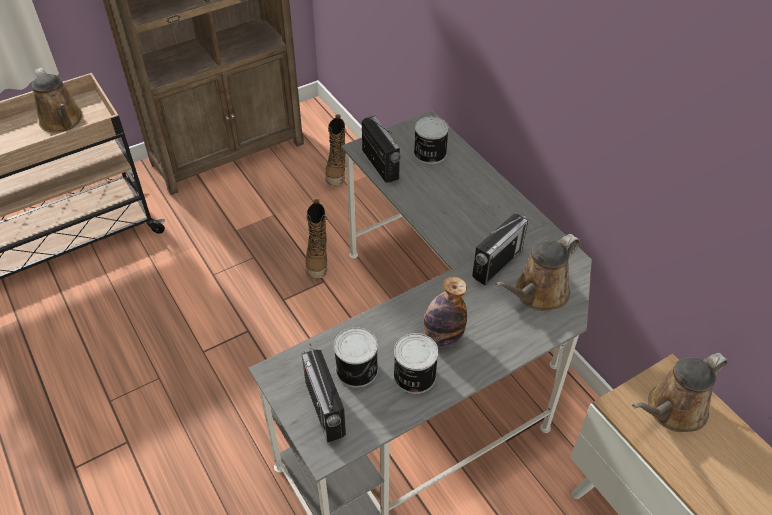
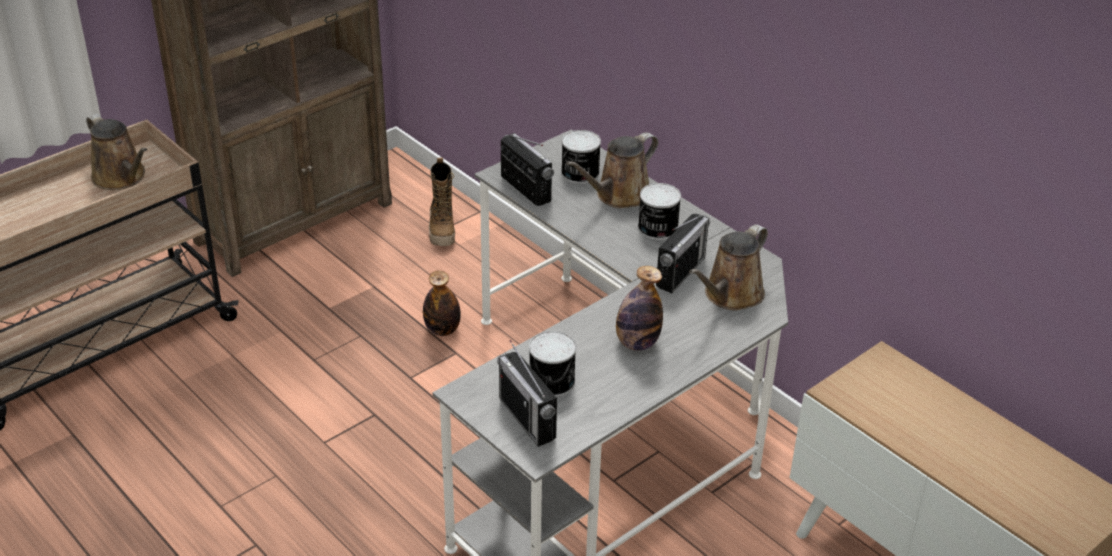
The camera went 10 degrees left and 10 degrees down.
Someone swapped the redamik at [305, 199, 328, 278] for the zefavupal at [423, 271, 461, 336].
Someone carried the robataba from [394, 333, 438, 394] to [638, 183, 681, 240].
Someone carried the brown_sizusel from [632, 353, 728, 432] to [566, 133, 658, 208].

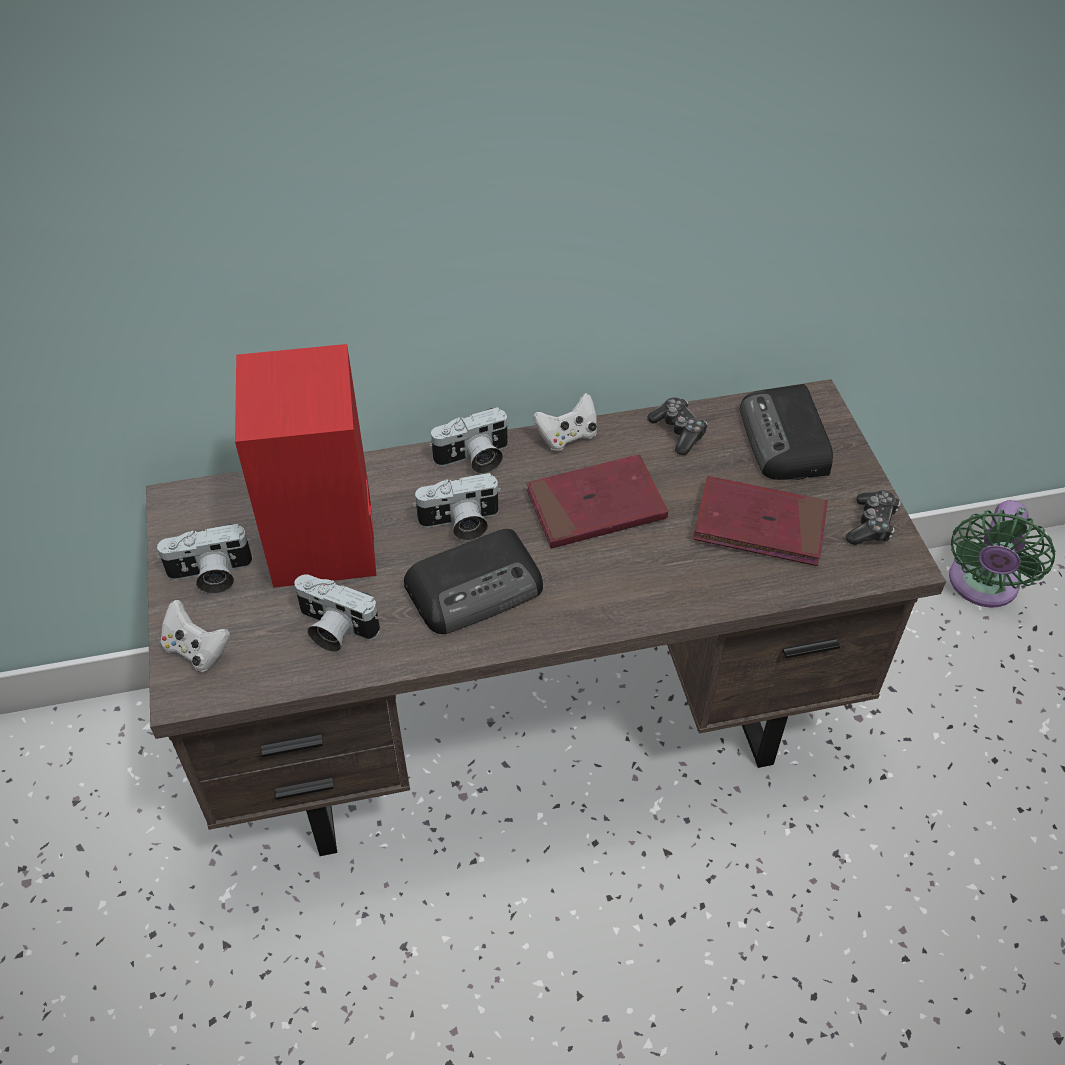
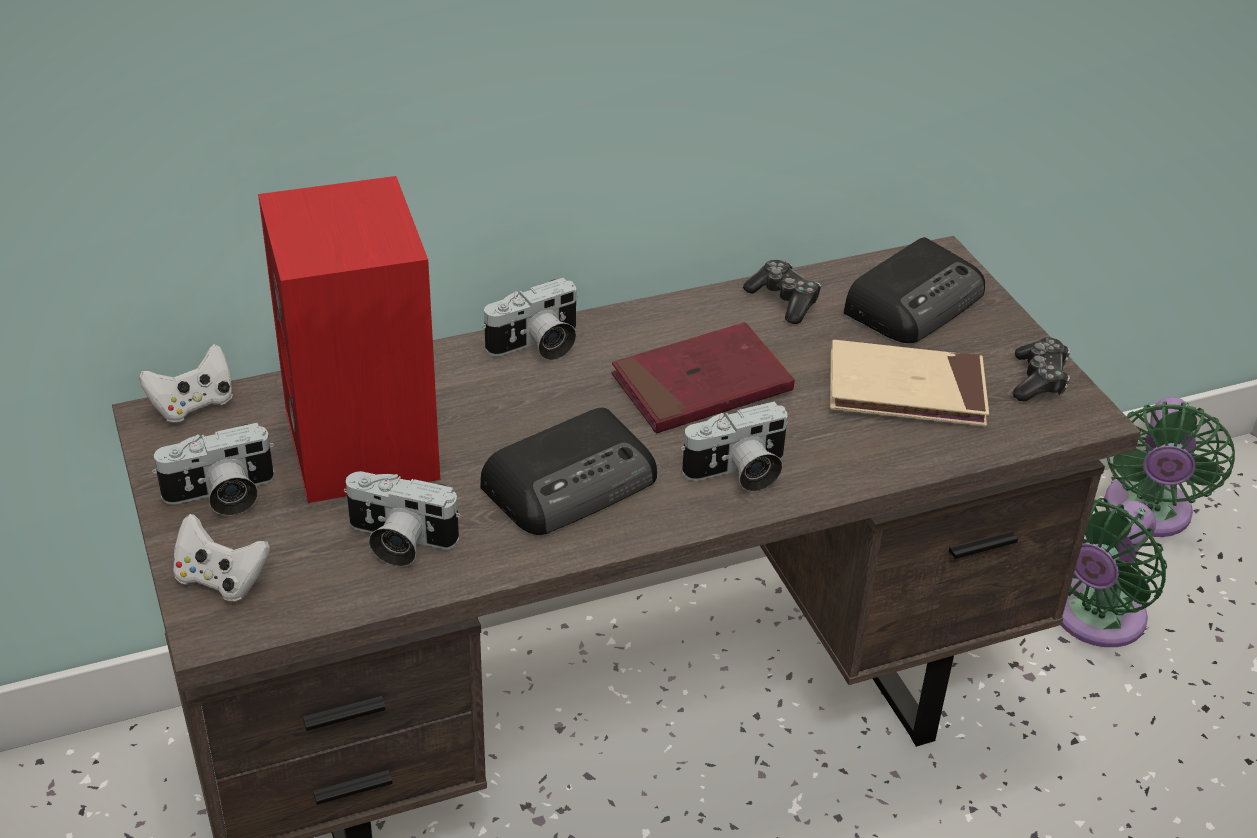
The camera went 10 degrees left and 10 degrees down.
Someone carried the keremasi from [413, 473, 501, 541] to [681, 401, 788, 492].
Someone carried the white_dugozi from [533, 393, 597, 451] to [139, 344, 233, 423].
Someone repainted the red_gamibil at [693, 476, 828, 566], which became the beige_gamibil at [830, 340, 989, 427].
Someone rotated the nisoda at [740, 384, 833, 480] by 120 degrees counterclockwise.
Someone put down the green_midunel at [1061, 498, 1167, 647].

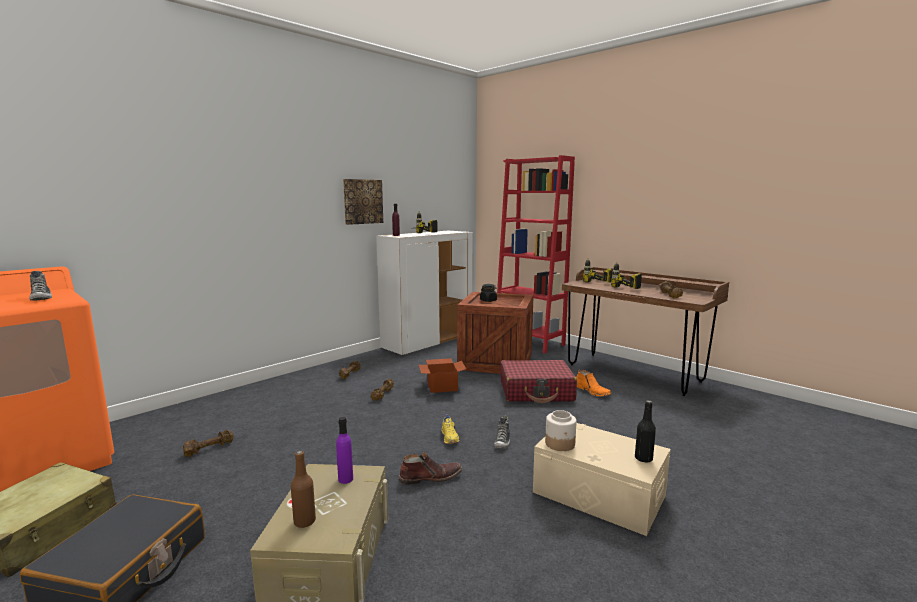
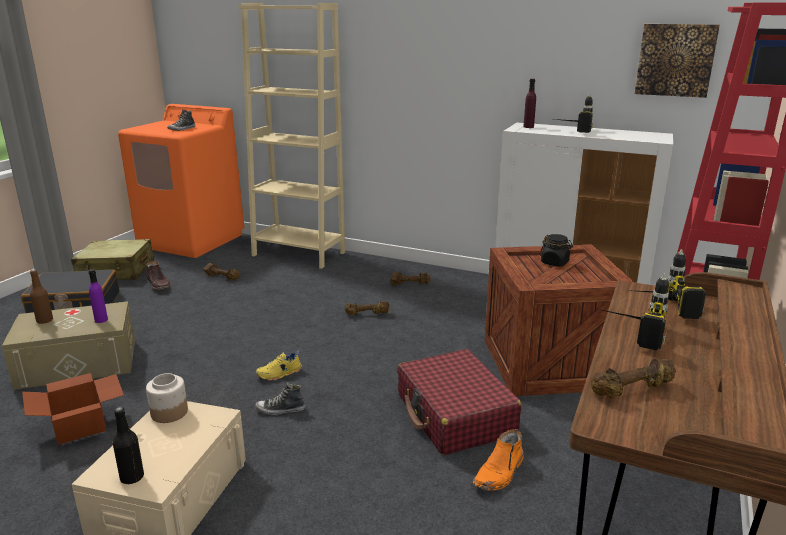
The camera went 70 degrees right and 10 degrees up.
Someone carried the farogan from [343, 179, 383, 225] to [635, 24, 720, 98].
Someone carried the brown_redamik from [399, 453, 463, 485] to [147, 261, 171, 290].
Someone carried the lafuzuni from [419, 358, 466, 393] to [22, 373, 124, 445].
Someone put down the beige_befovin at [238, 3, 345, 269].

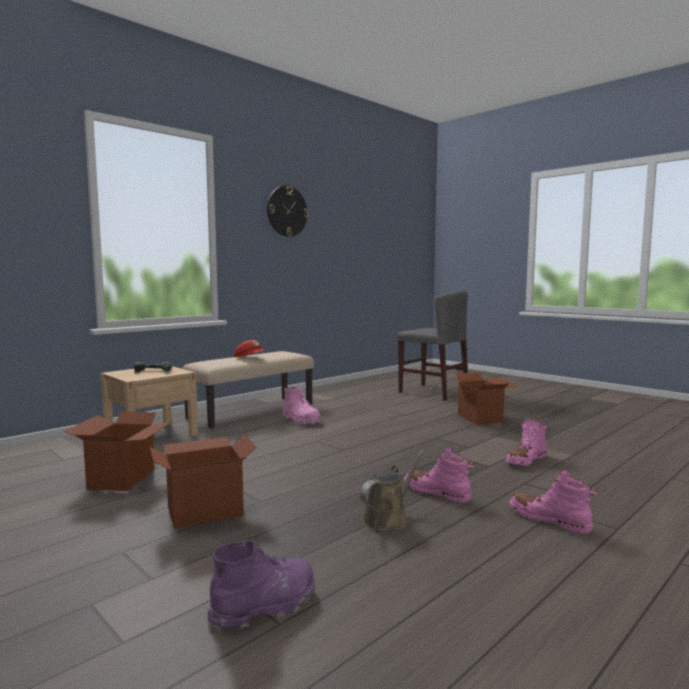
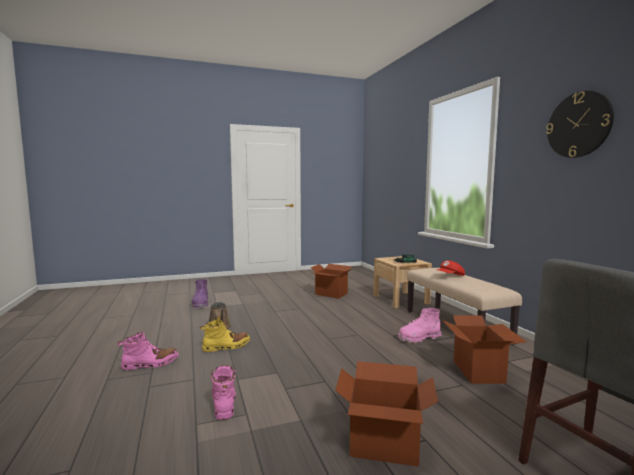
The camera went 115 degrees right and 0 degrees up.
Someone carried the lafuzuni from [150, 435, 257, 528] to [442, 315, 526, 384].
Someone repainted the pink_redamik at [404, 447, 475, 503], which became the yellow_redamik at [200, 317, 250, 352].

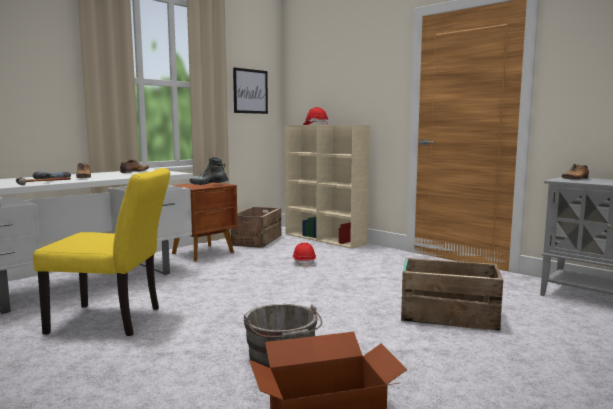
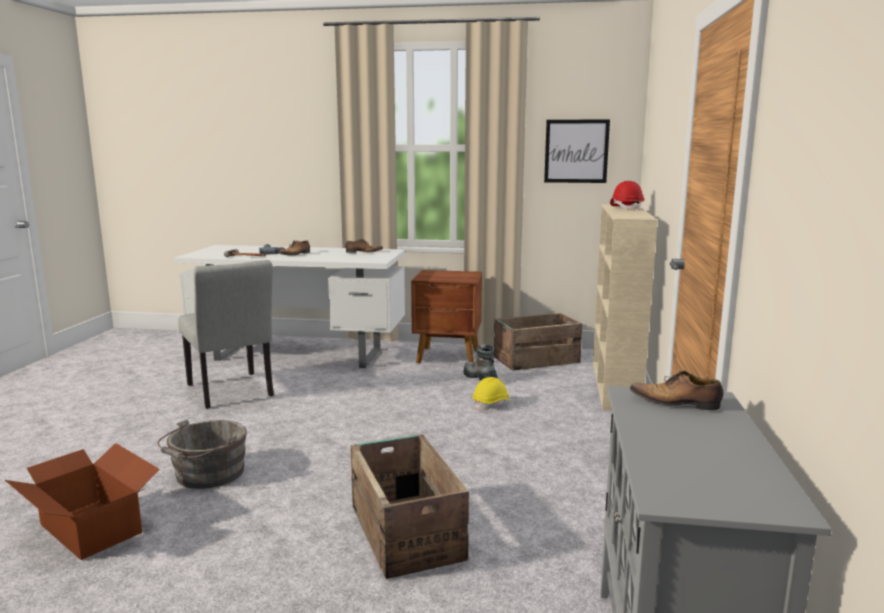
The camera went 55 degrees right and 5 degrees up.
Someone repainted the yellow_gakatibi at [33, 168, 170, 336], which became the grey_gakatibi at [178, 260, 274, 409].
Someone carried the redamik from [190, 157, 229, 185] to [464, 345, 498, 380].
Someone repainted the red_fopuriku at [292, 243, 316, 267], which became the yellow_fopuriku at [473, 377, 511, 411].

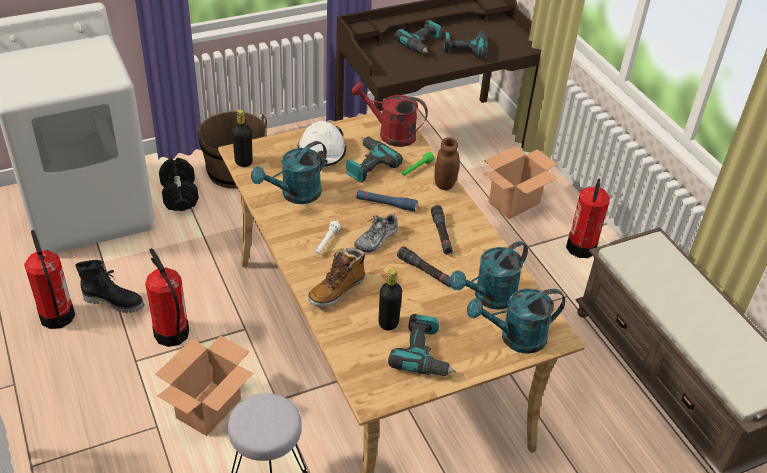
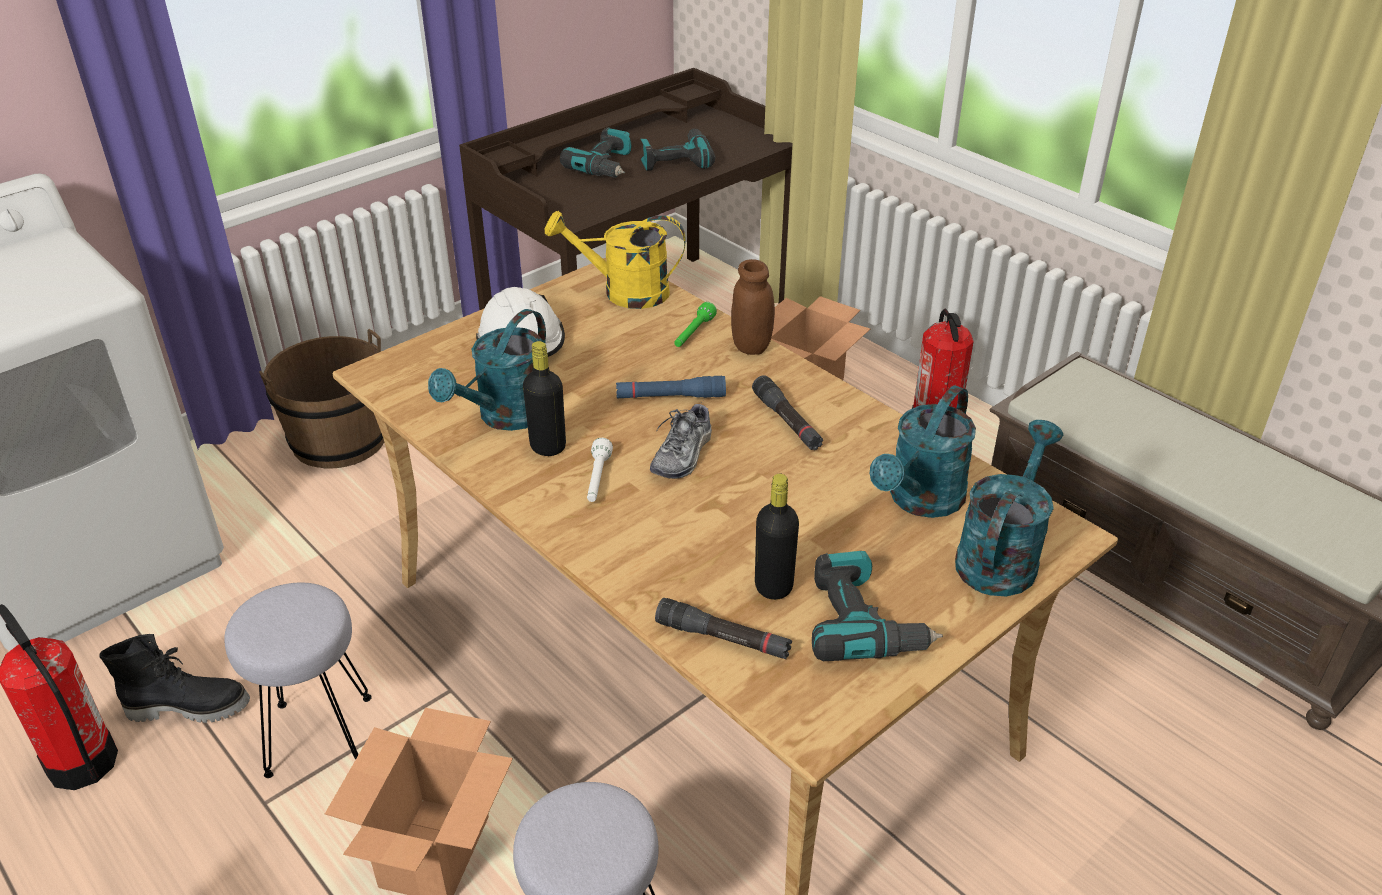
The camera went 15 degrees left and 5 degrees down.
Someone swapped the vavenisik at [145, 248, 189, 347] for the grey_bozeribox at [224, 583, 372, 778].
Someone took away the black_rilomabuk at [159, 158, 199, 211].
Someone carried the black_zefavupal from [232, 109, 253, 167] to [523, 341, 566, 456].
Someone took away the redamik at [308, 248, 365, 307].
Someone took away the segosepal at [346, 137, 403, 183].
Someone repainted the red_sizusel at [351, 82, 428, 147], which became the yellow_sizusel at [545, 211, 686, 309].
Someone carried the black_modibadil from [397, 246, 451, 287] to [655, 598, 792, 659].
Someone rotated the turquoise_sizusel at [467, 288, 565, 354] by 150 degrees clockwise.

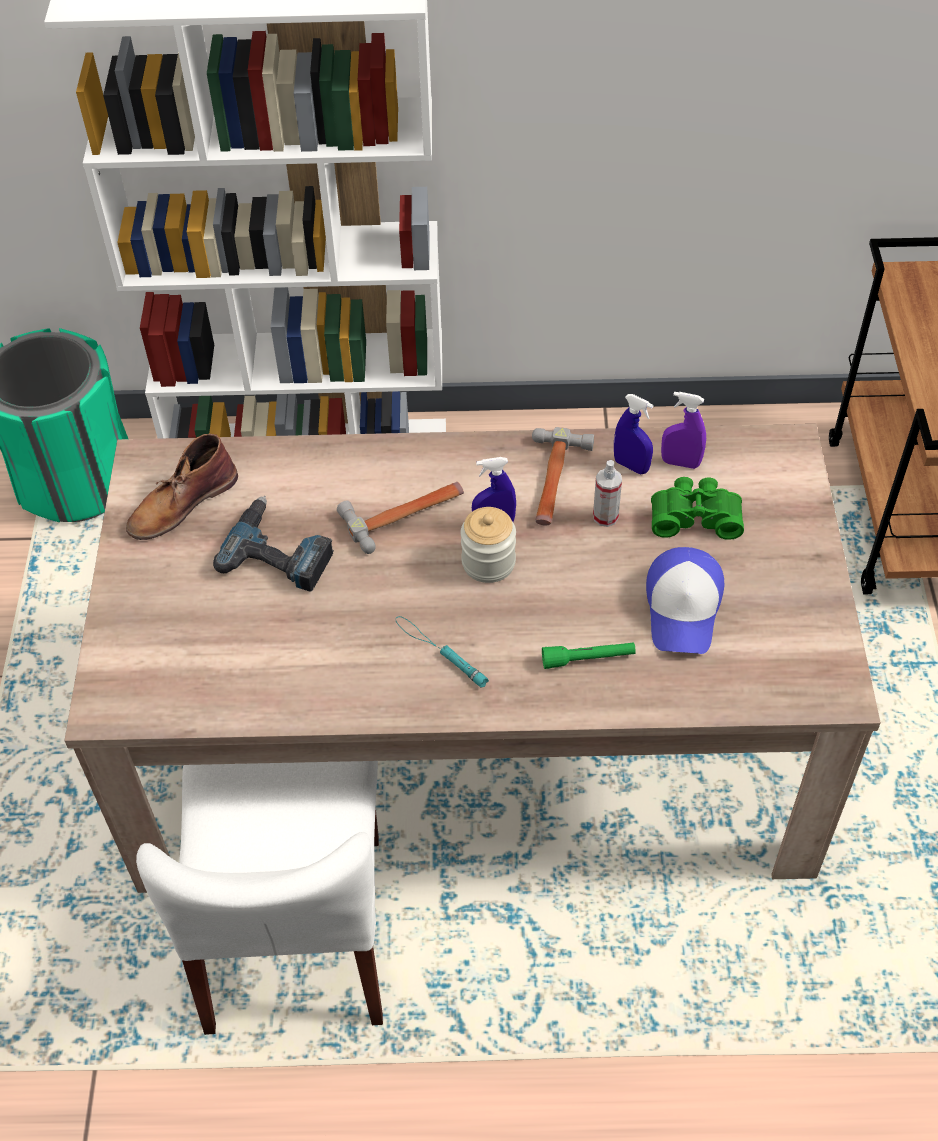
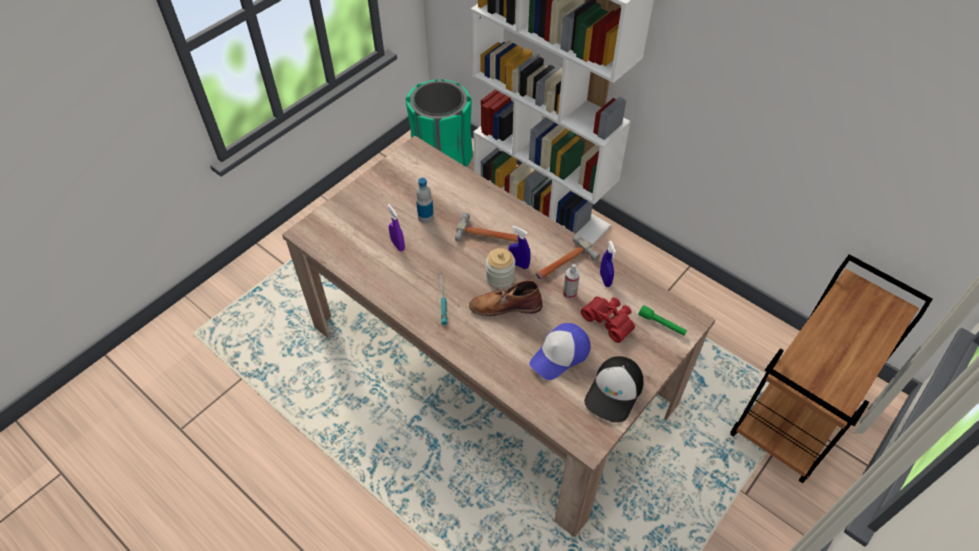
The camera went 40 degrees right and 0 degrees up.
Someone carried the brown_redamik from [126, 433, 238, 540] to [469, 280, 543, 316].
Someone took away the white_gakatibi at [136, 761, 383, 1035].
Someone swapped the segosepal at [213, 496, 334, 592] for the zefavupal at [416, 178, 434, 224].
Someone carried the green_modibadil from [542, 642, 636, 669] to [638, 305, 687, 336].
Someone repainted the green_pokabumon at [651, 477, 744, 540], which became the red_pokabumon at [581, 296, 635, 343].
Someone carried the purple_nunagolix from [661, 392, 706, 469] to [388, 204, 405, 251].
Someone put down the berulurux at [584, 356, 644, 423].

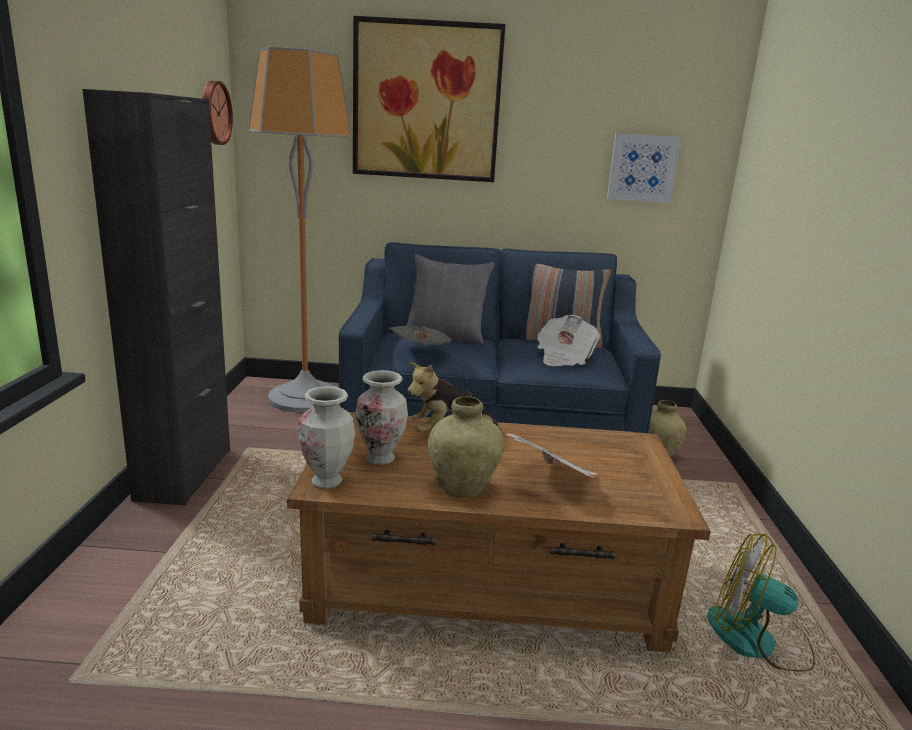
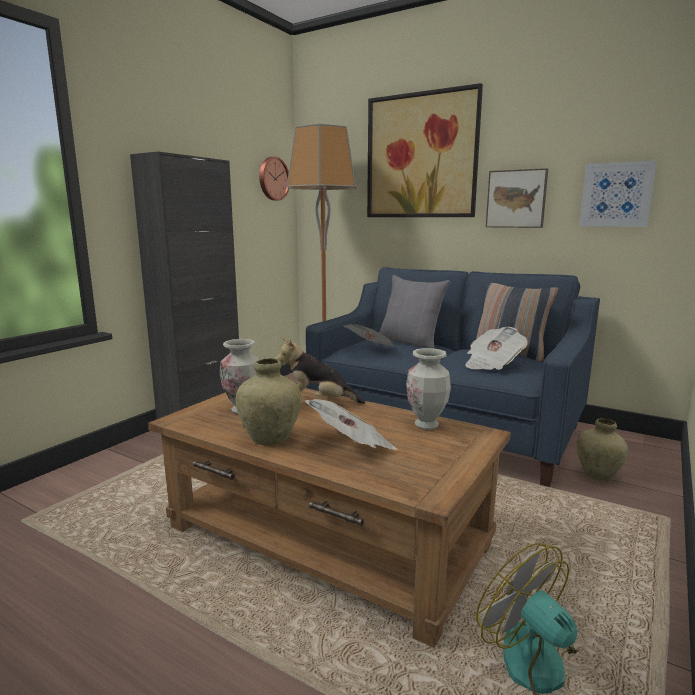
The camera went 30 degrees right and 5 degrees down.
Someone carried the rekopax from [298, 386, 355, 489] to [406, 348, 451, 430].
Someone put up the farogan at [486, 168, 548, 228].

